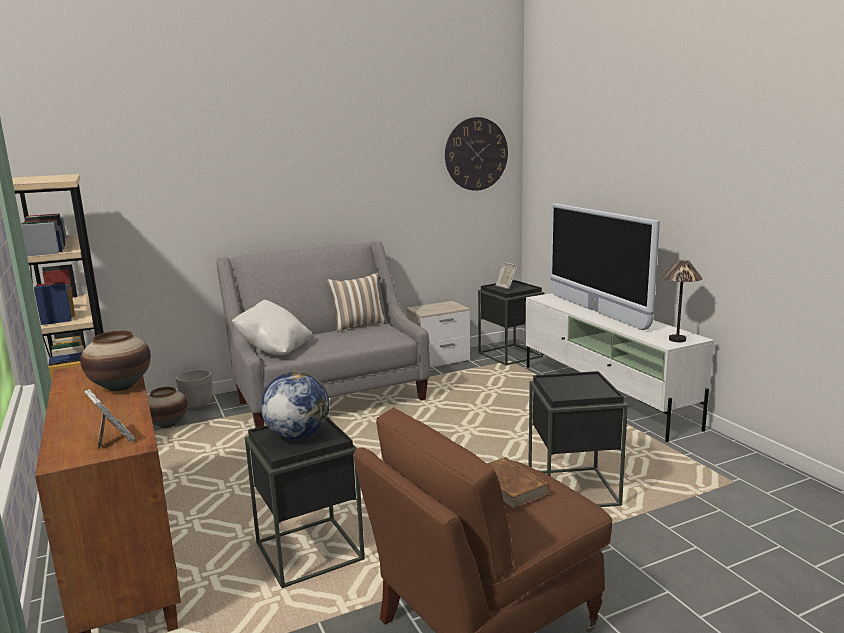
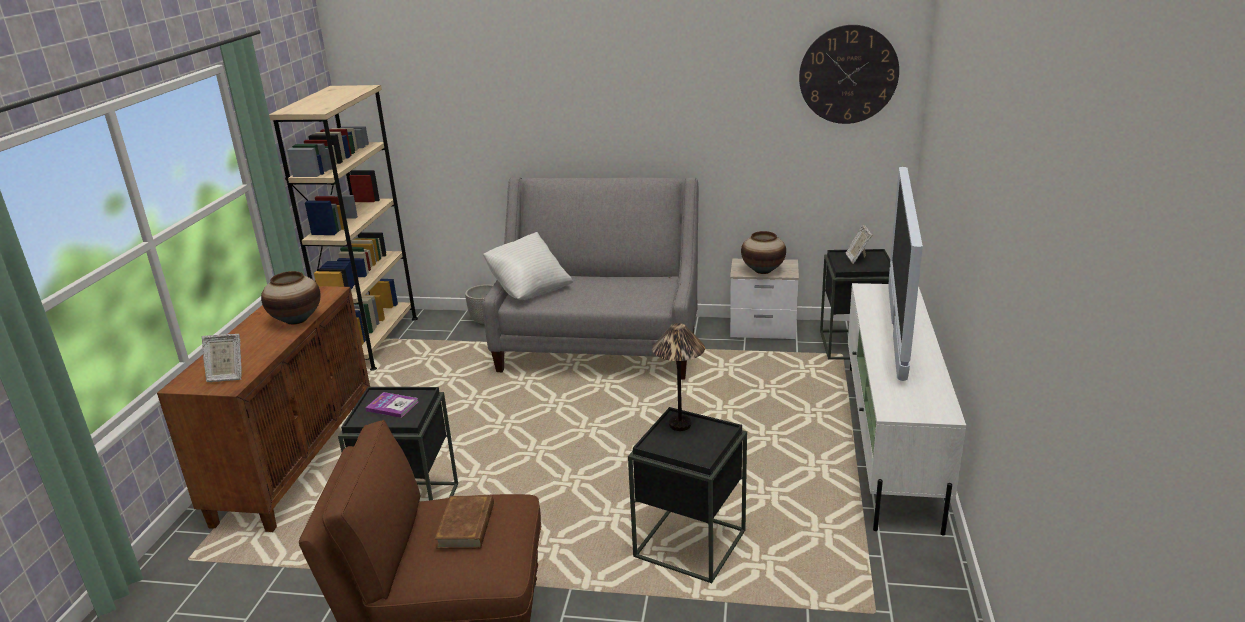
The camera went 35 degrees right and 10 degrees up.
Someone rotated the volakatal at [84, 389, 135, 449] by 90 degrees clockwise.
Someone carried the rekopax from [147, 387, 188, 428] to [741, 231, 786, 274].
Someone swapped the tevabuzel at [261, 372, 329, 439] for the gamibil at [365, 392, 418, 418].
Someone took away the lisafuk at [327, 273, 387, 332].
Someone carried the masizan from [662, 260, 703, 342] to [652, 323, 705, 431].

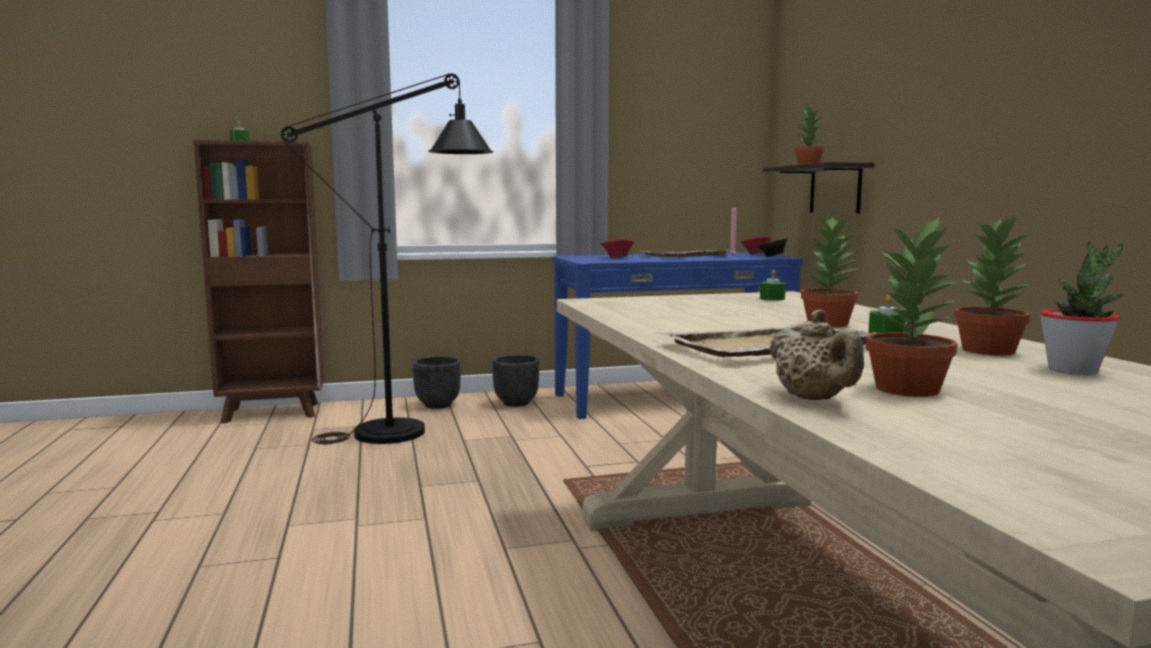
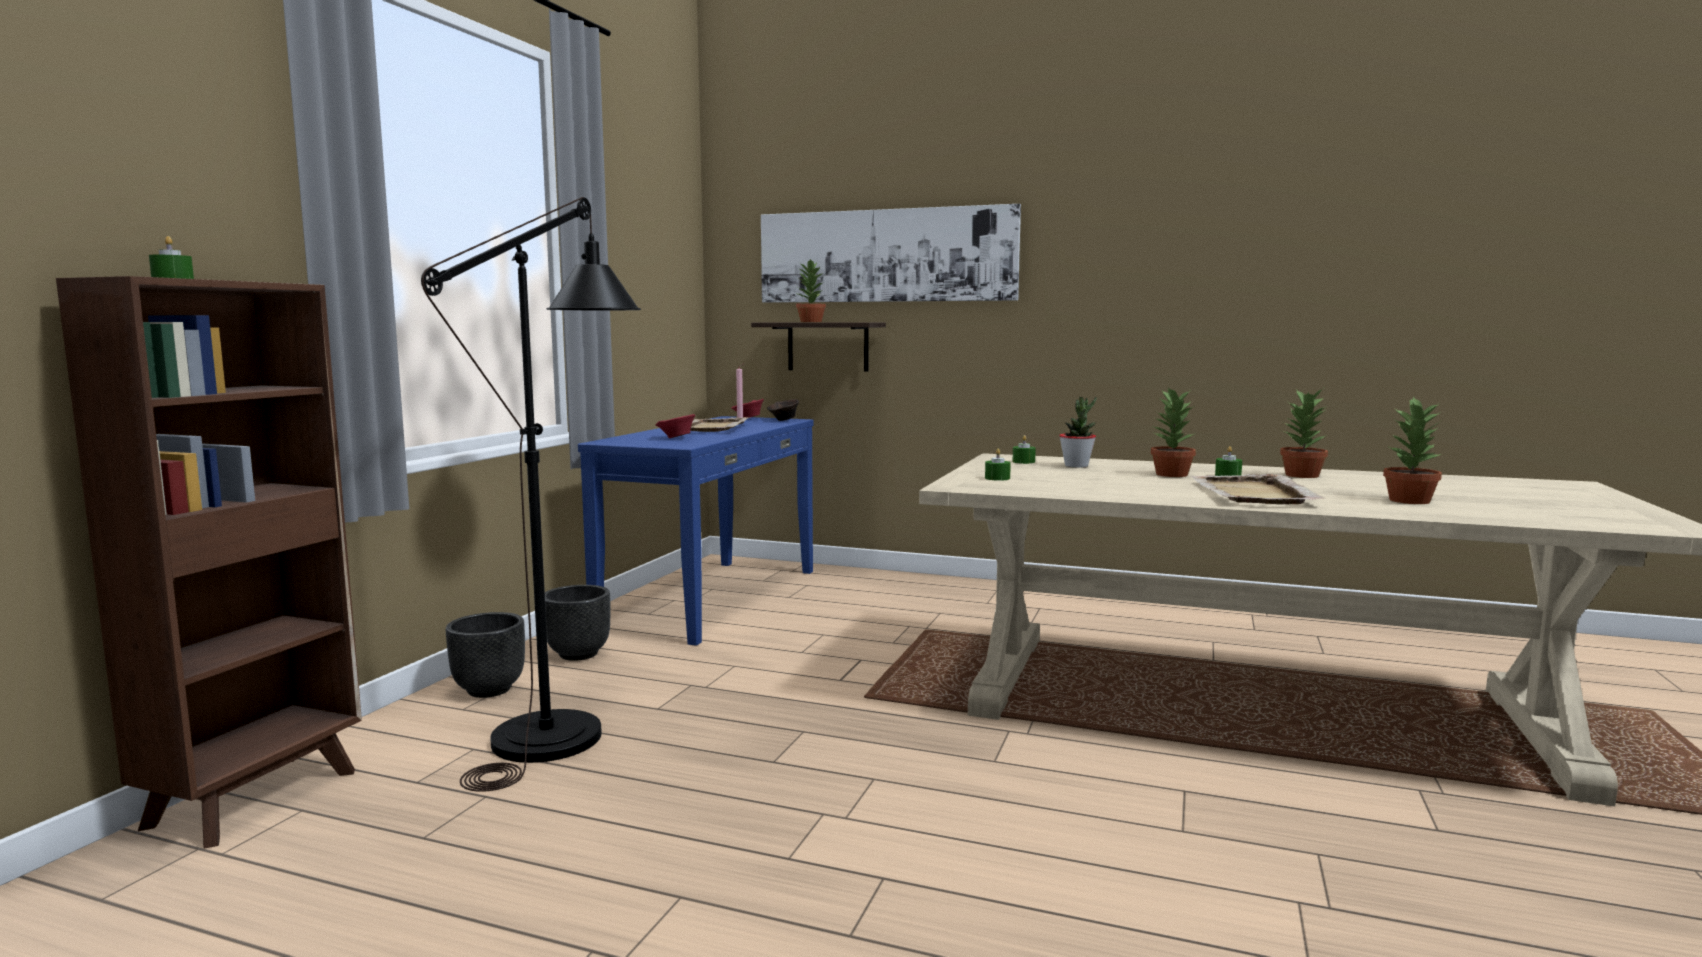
The camera went 55 degrees left and 0 degrees up.
Someone took away the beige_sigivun at [769, 310, 864, 400].
Someone carried the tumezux from [1040, 242, 1123, 375] to [1059, 397, 1097, 468].
Someone put up the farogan at [761, 204, 1021, 303].
Someone put down the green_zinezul at [985, 449, 1011, 481].

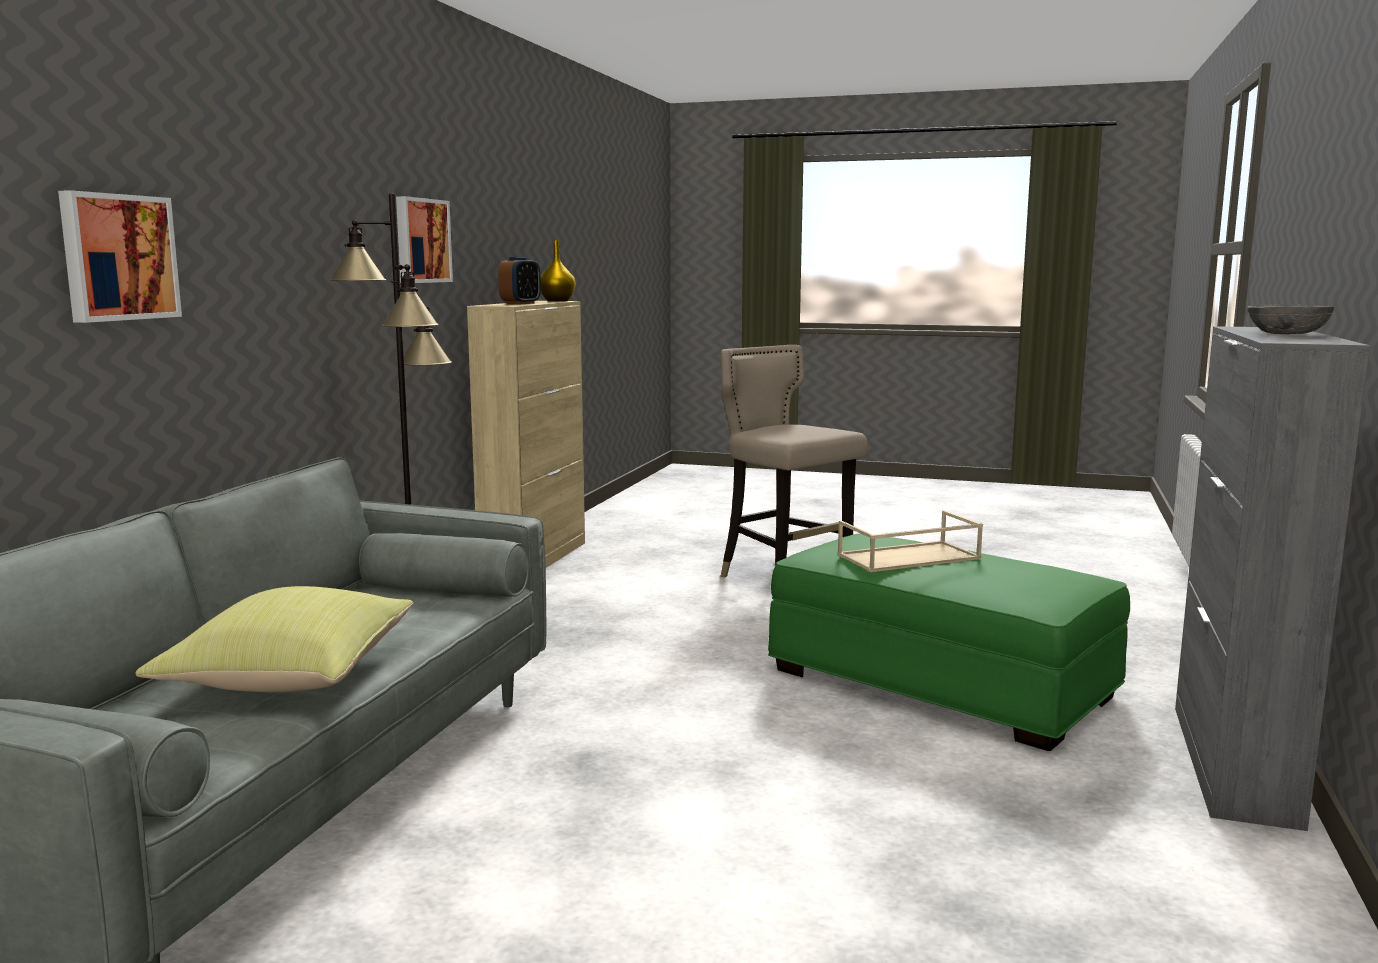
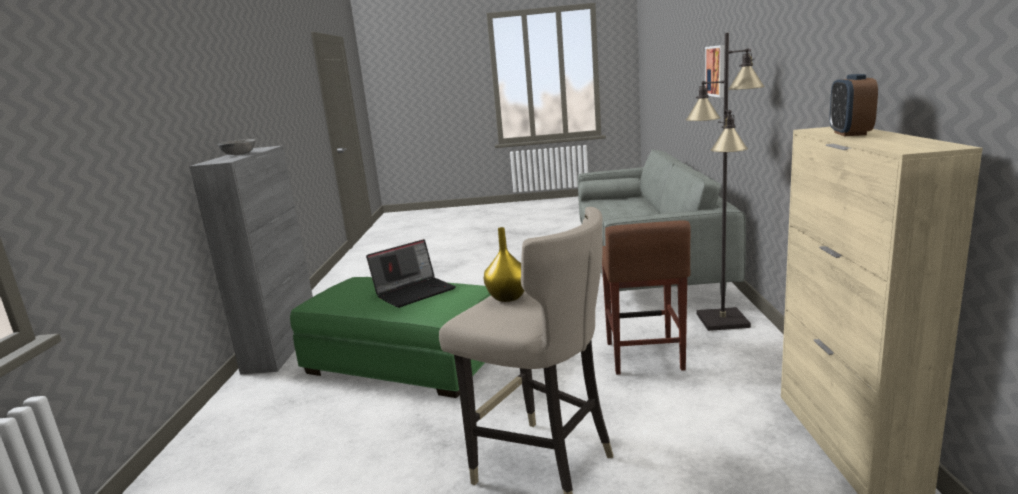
The camera went 165 degrees right and 5 degrees up.
Someone took away the yellow_lisafuk at [136, 586, 413, 692].
Someone took away the farogan at [396, 196, 453, 283].
Someone carried the yellow_rekopax from [541, 241, 575, 302] to [484, 227, 524, 302].
Someone swapped the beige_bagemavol at [837, 510, 983, 572] for the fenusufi at [366, 239, 456, 308].
Someone put down the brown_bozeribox at [602, 220, 690, 375].

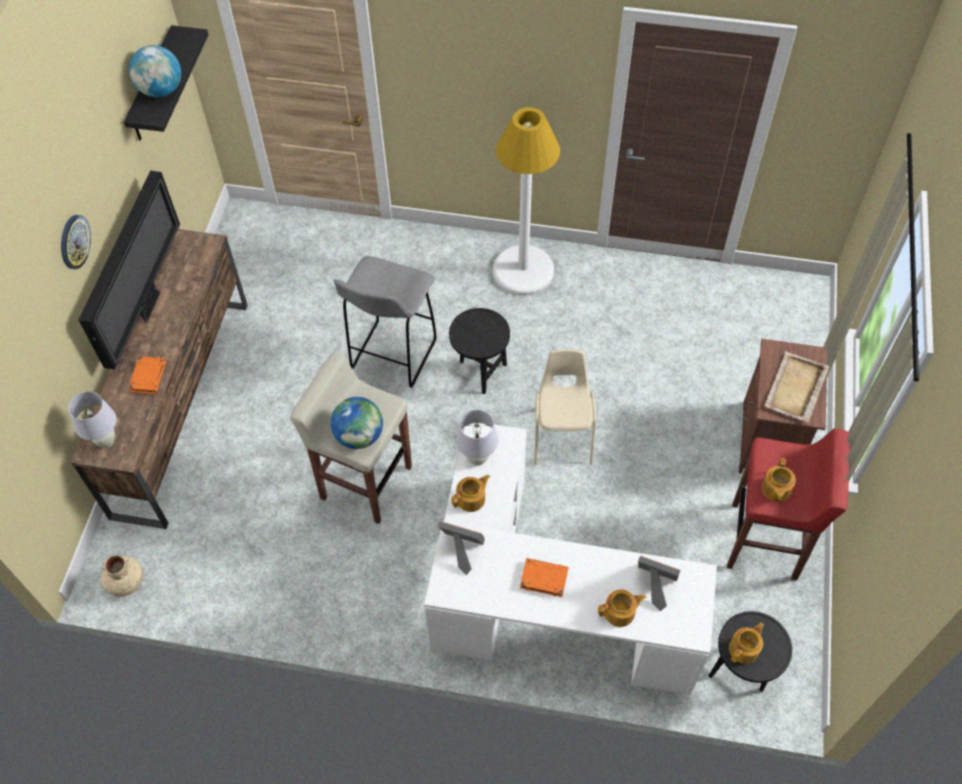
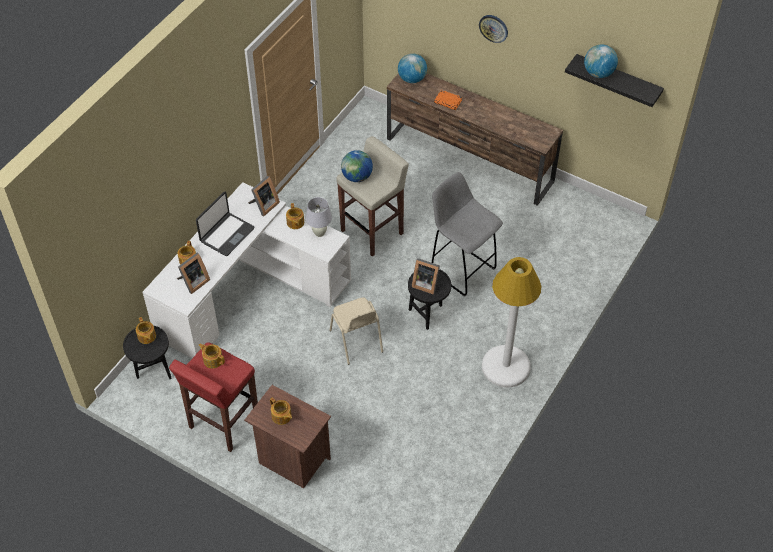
The camera went 110 degrees right and 5 degrees down.
Someone swapped the white_masizan at [68, 391, 117, 448] for the tevabuzel at [398, 53, 427, 83].
Someone took away the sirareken at [79, 170, 180, 370].
Someone took away the beige_rekopax at [101, 555, 143, 597].
Someone swapped the orange_gamibil at [520, 558, 569, 597] for the fenusufi at [196, 192, 254, 256].
Someone rotated the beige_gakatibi at [534, 349, 596, 465] by 45 degrees clockwise.
Someone swapped the beige_bagemavol at [764, 351, 829, 423] for the sigivun at [270, 397, 292, 425].
Someone put down the volakatal at [412, 258, 440, 295].

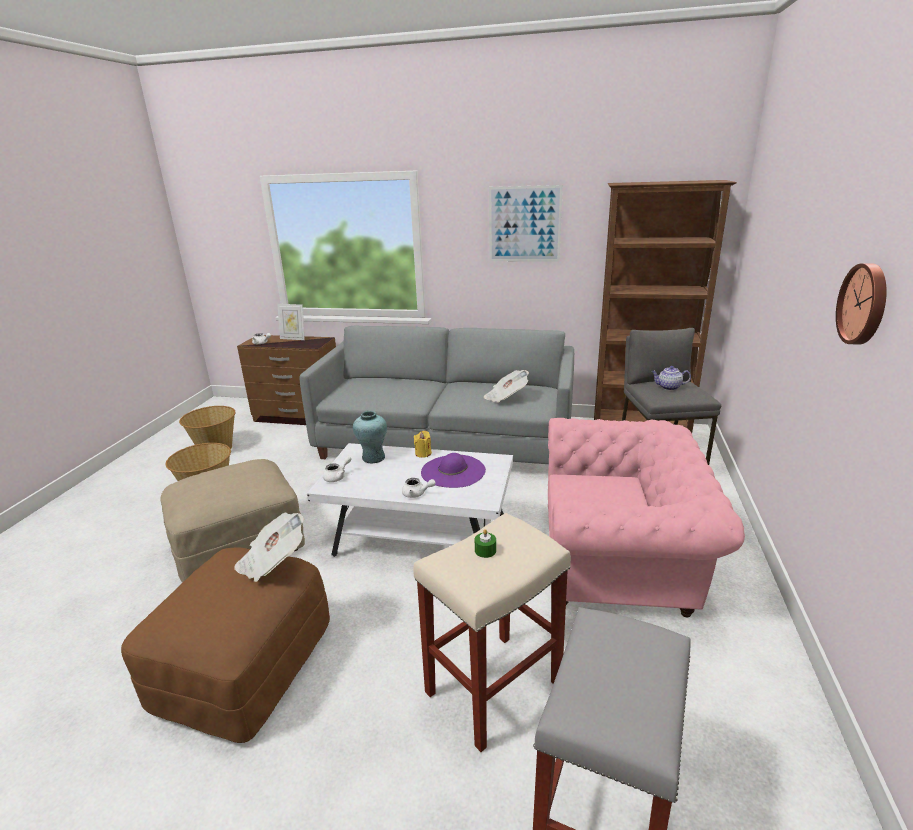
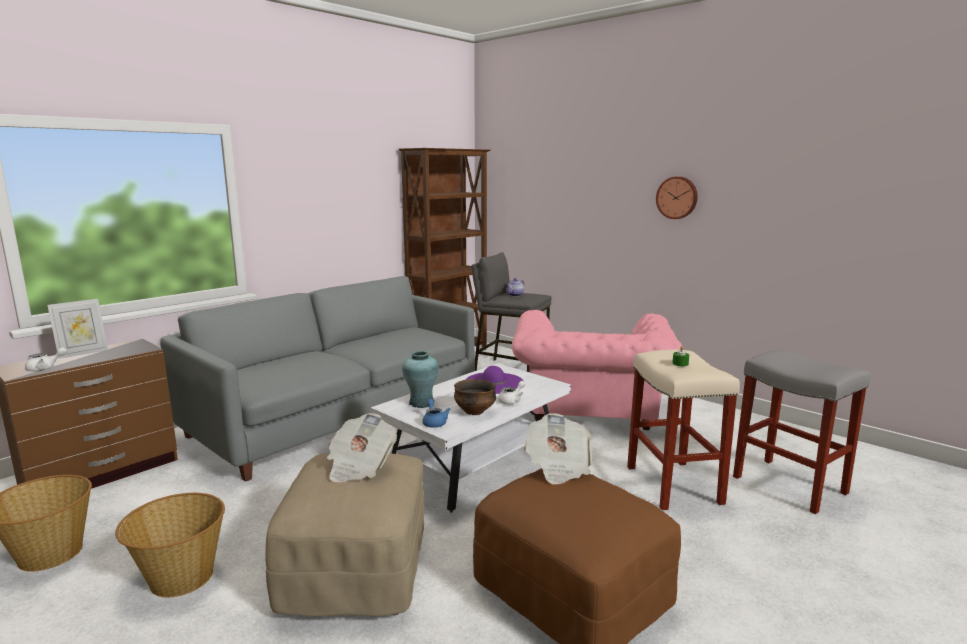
The camera went 60 degrees left and 10 degrees down.
Someone repainted the white_sigivun at [323, 456, 351, 482], which became the blue_sigivun at [422, 399, 450, 428].
Someone took away the yellow_zinezul at [414, 431, 432, 458].
Someone carried the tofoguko from [484, 370, 529, 403] to [327, 413, 397, 482].
Someone took away the farogan at [489, 185, 563, 261].
Someone rotated the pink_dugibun at [548, 418, 745, 617] by 150 degrees clockwise.
Someone put down the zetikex at [454, 379, 496, 415].

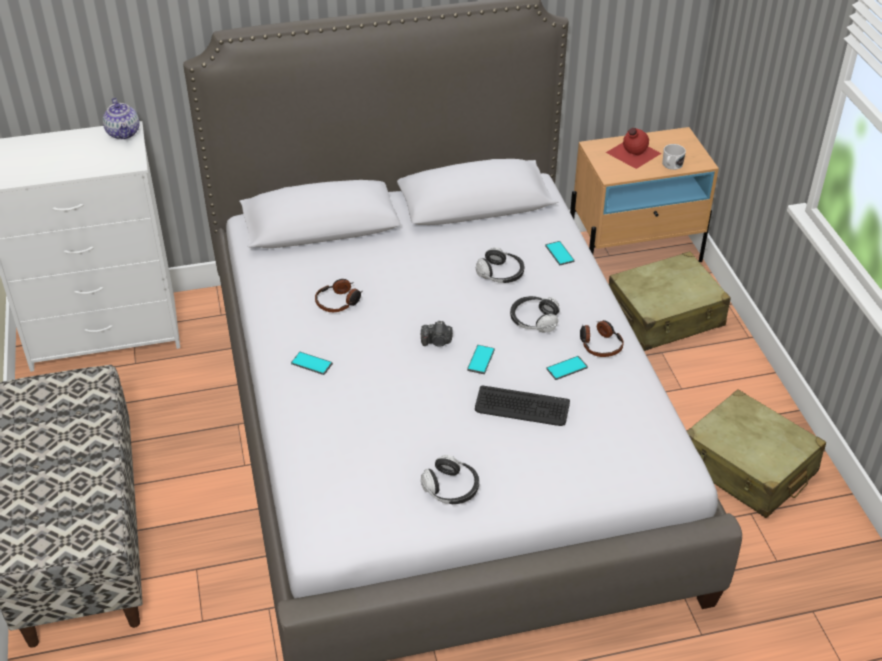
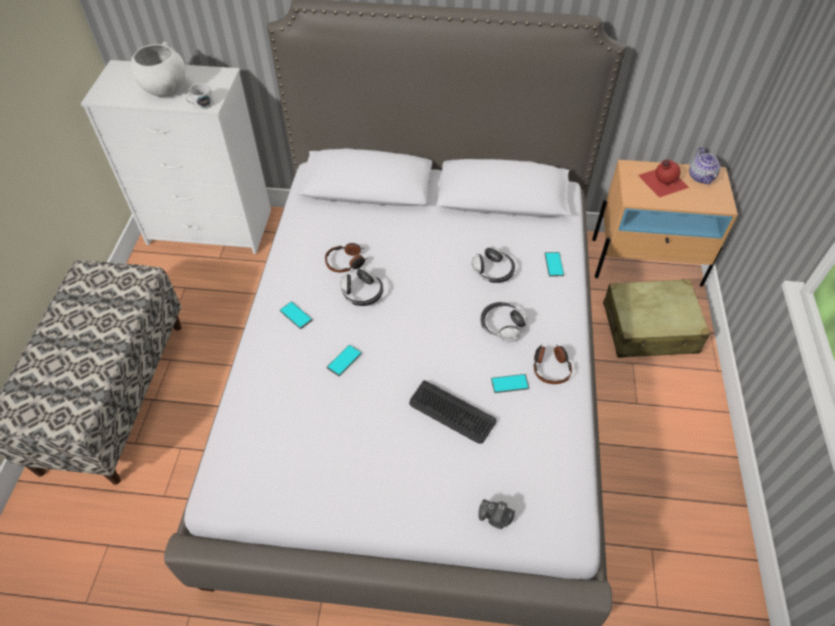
The camera went 20 degrees right and 10 degrees up.
Someone carried the sigivun from [103, 98, 140, 140] to [689, 147, 720, 185].
Someone carried the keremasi from [421, 321, 453, 347] to [478, 499, 515, 529].
Someone carried the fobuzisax from [421, 455, 479, 504] to [340, 267, 383, 306].
Someone carried the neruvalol from [467, 345, 495, 374] to [327, 345, 362, 377].
Someone carried the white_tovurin from [662, 144, 686, 170] to [185, 83, 214, 109].
Someone took away the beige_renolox at [687, 389, 826, 518].
Someone put down the white_zetikex at [131, 42, 185, 97].

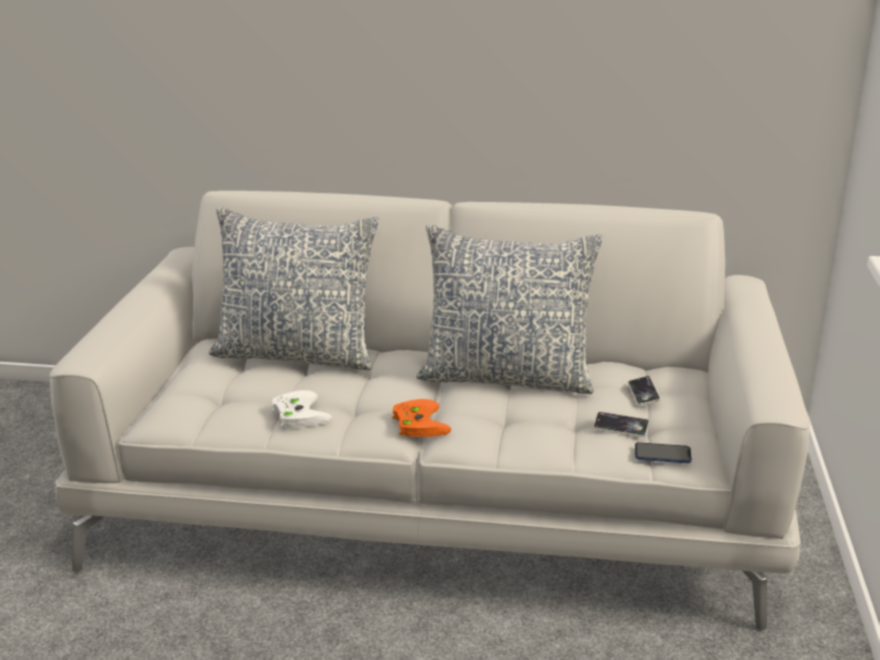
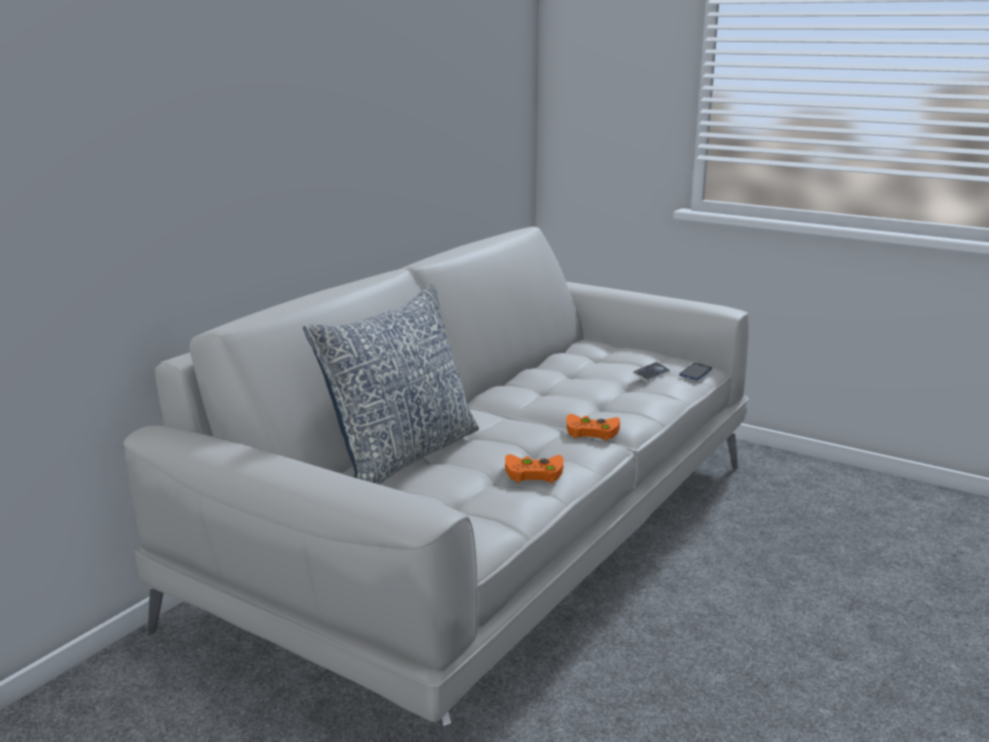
The camera went 65 degrees left and 5 degrees down.
Someone repainted the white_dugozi at [272, 390, 332, 428], which became the orange_dugozi at [505, 454, 564, 483].
Someone took away the lisafuk at [416, 224, 603, 394].
Someone took away the neruvalol at [628, 376, 661, 406].

